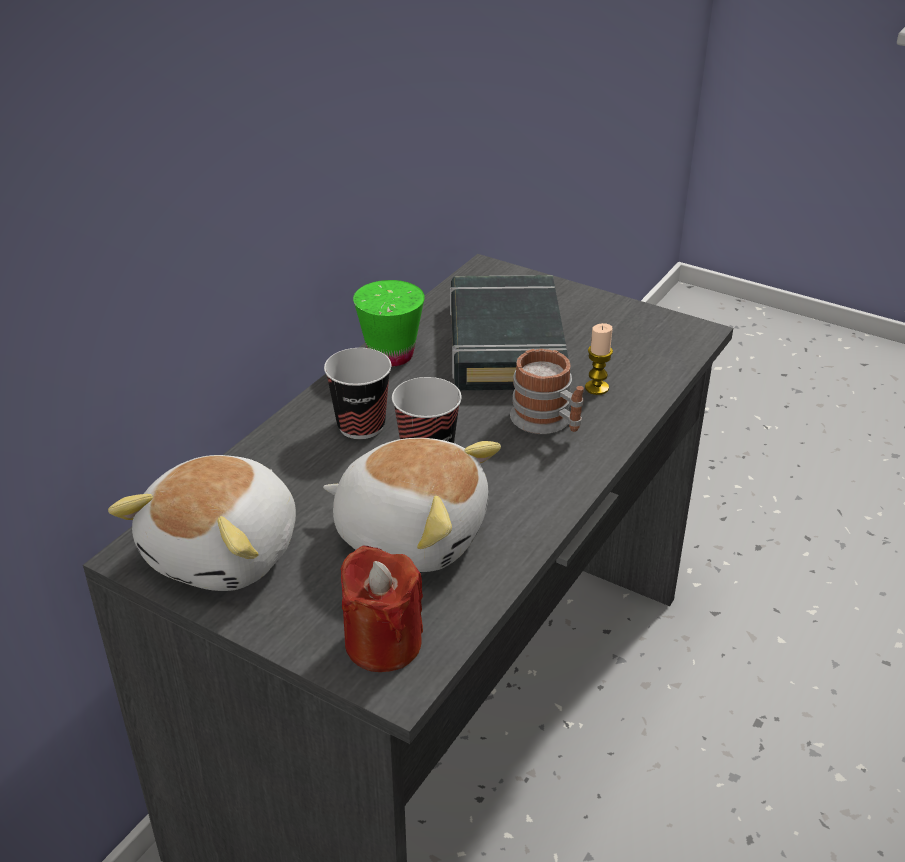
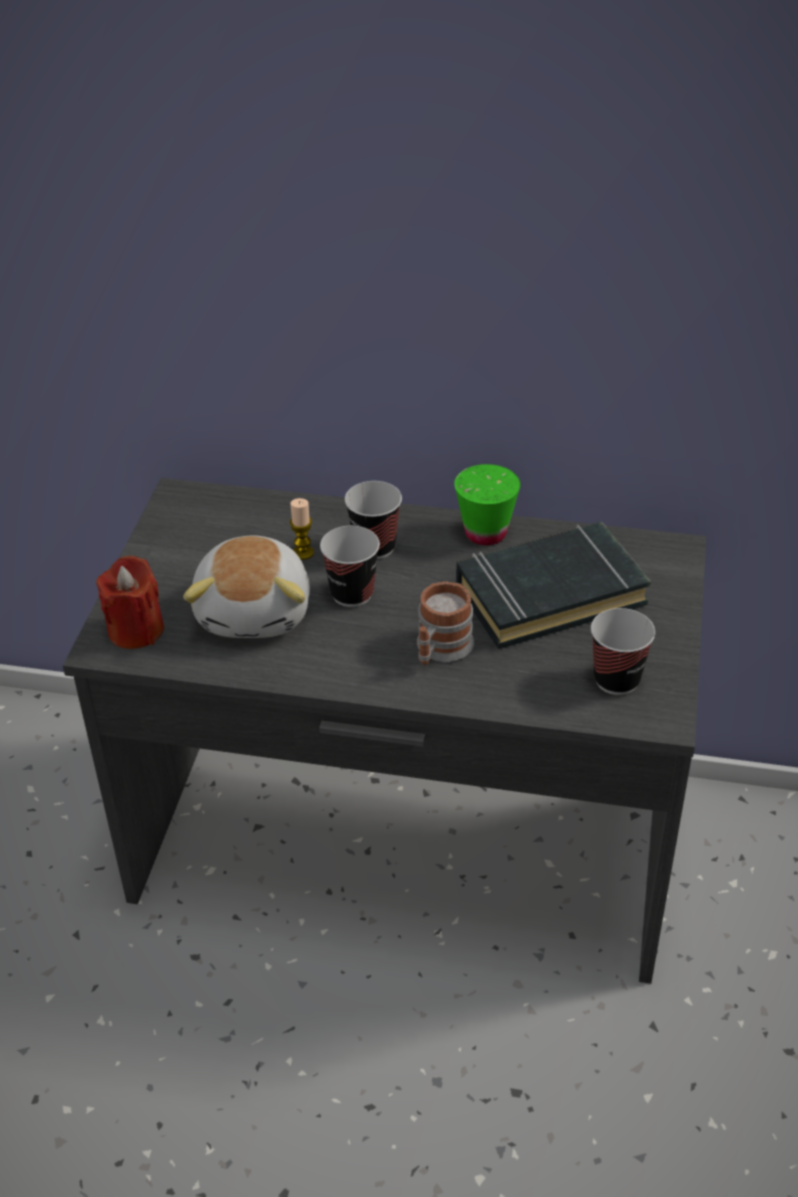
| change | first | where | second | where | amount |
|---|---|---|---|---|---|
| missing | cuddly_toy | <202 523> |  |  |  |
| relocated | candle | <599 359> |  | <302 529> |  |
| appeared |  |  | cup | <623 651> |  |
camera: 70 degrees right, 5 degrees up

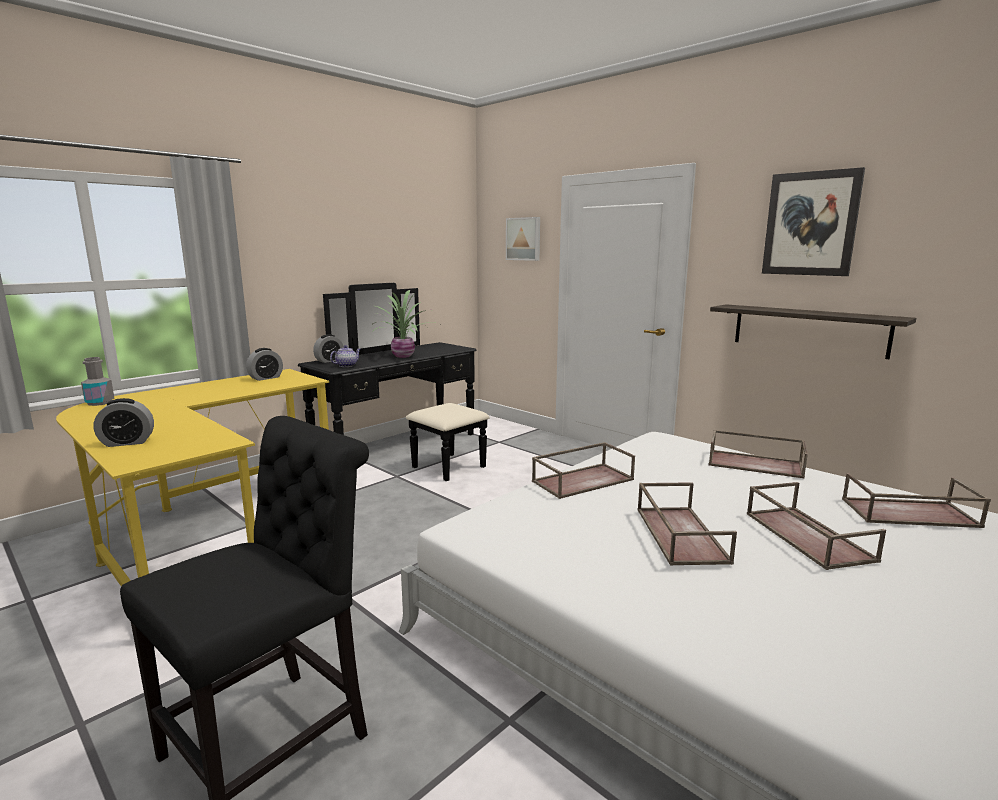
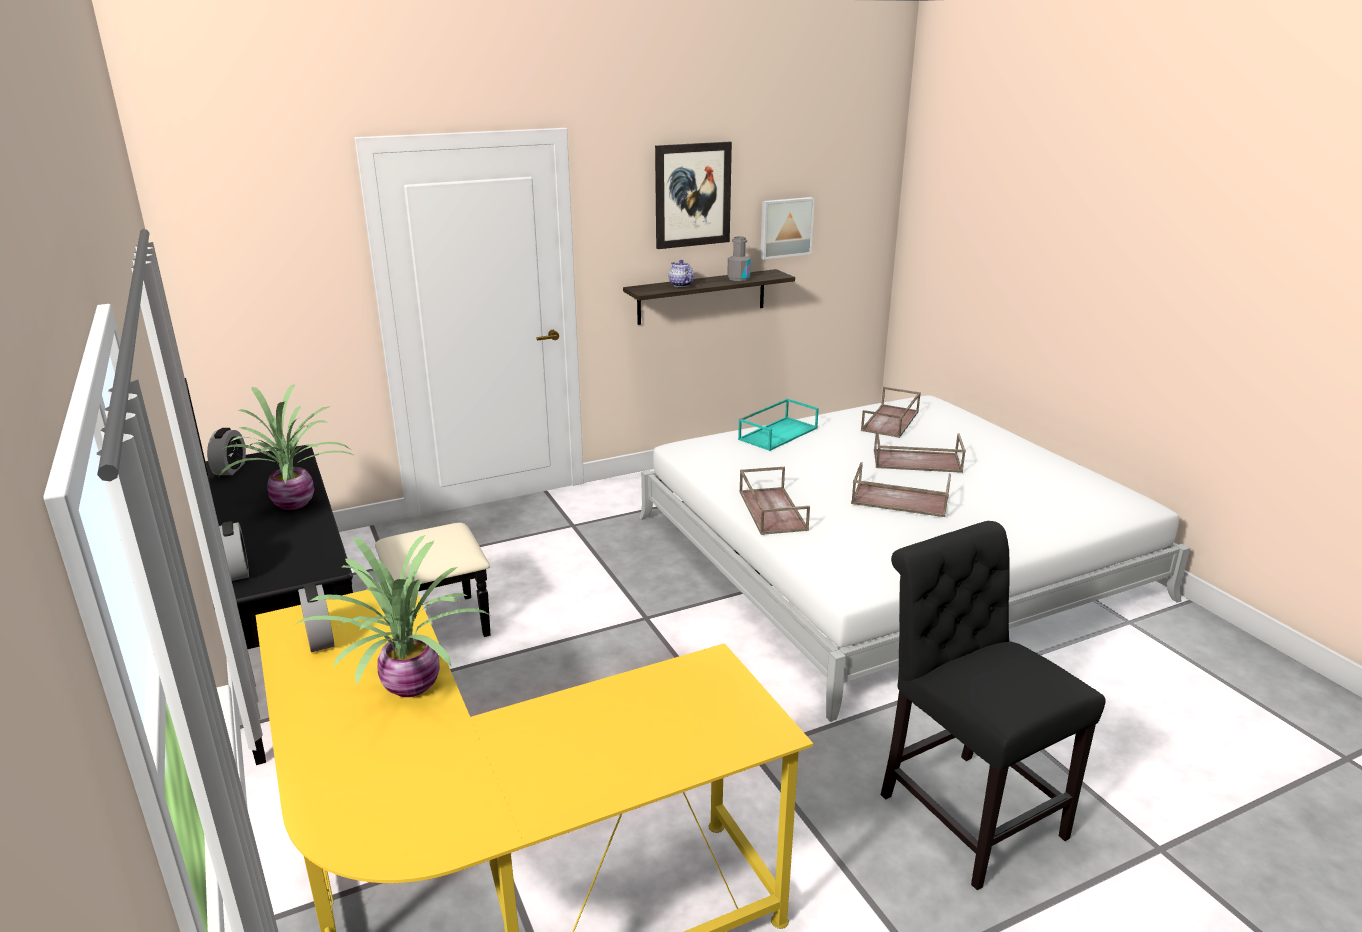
| change | first | where | second | where | amount |
|---|---|---|---|---|---|
| relocated | gray_drink_bottle | <97 381> |  | <739 258> |  |
| relocated | table_clock | <123 422> |  | <226 451> |  |
| relocated | tea_pot | <345 356> |  | <681 273> |  |
| relocated | picture | <523 239> |  | <787 228> |  |
| colour | brown_tray | <758 454> | turquoise-coloured_tray | <778 424> |  |
| appeared |  |  | plant_in_a_pot | <392 616> |  |
camera: 70 degrees left, 10 degrees up

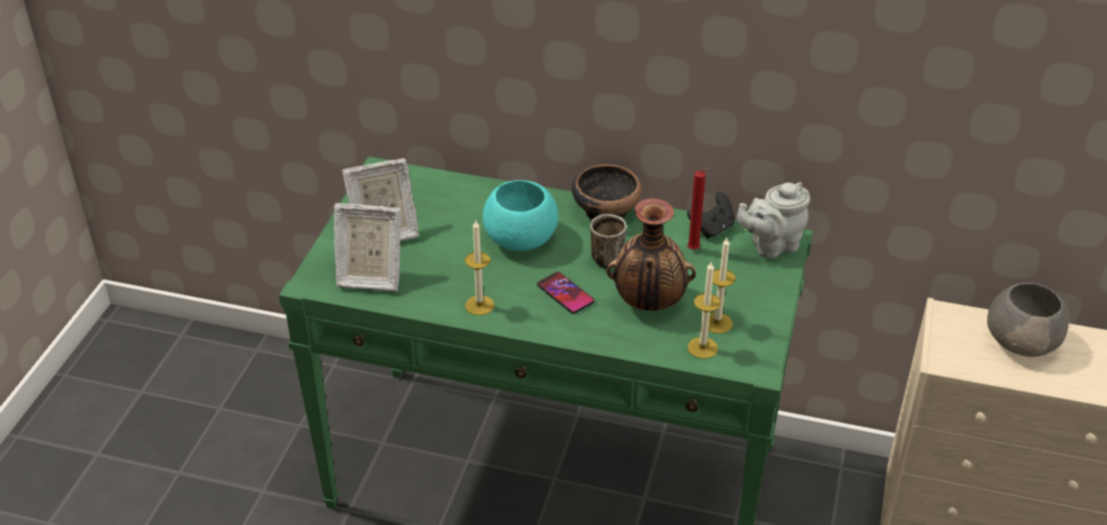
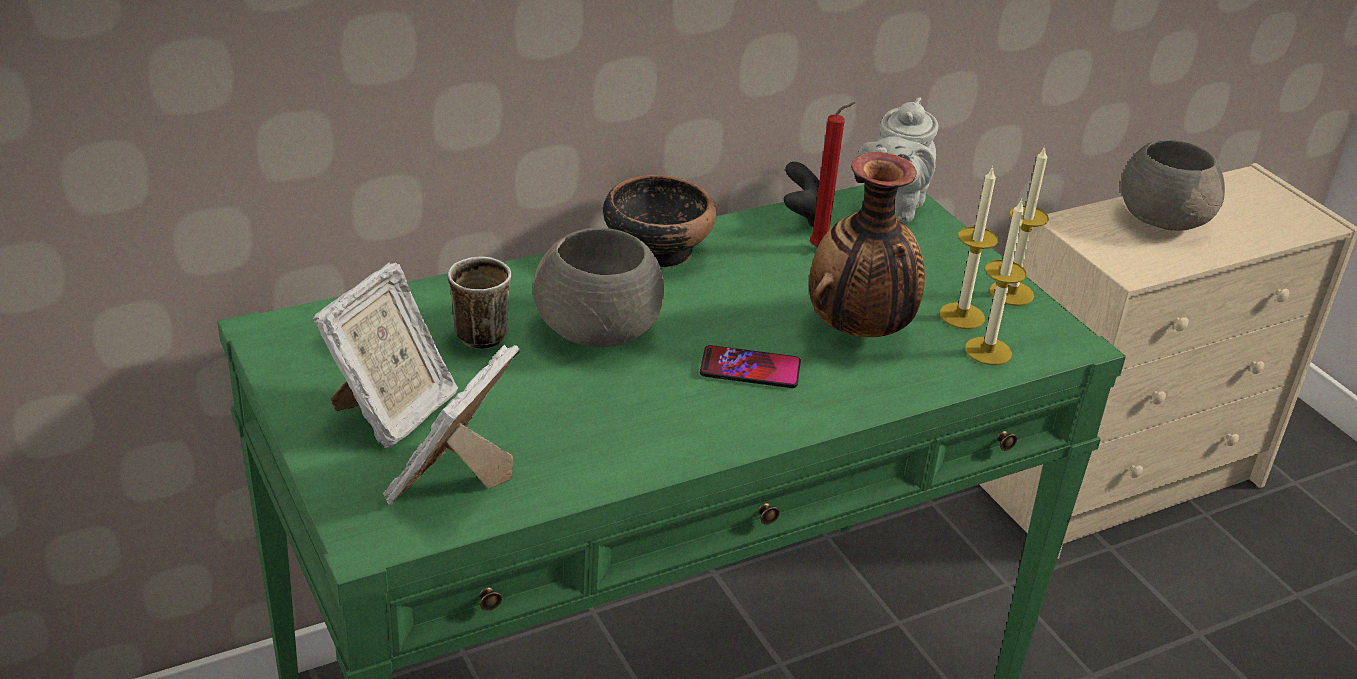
| change | first | where | second | where | amount |
|---|---|---|---|---|---|
| spun | standing_frame | <368 247> |  | <451 424> | 150 degrees clockwise |
| relocated | candle | <479 267> |  | <1019 226> |  |
| colour | turquoise-coloured_serving_bowl | <521 215> | gray_serving_bowl | <598 287> |  |
| relocated | mug | <608 241> |  | <480 303> |  |
camera: 45 degrees left, 5 degrees down

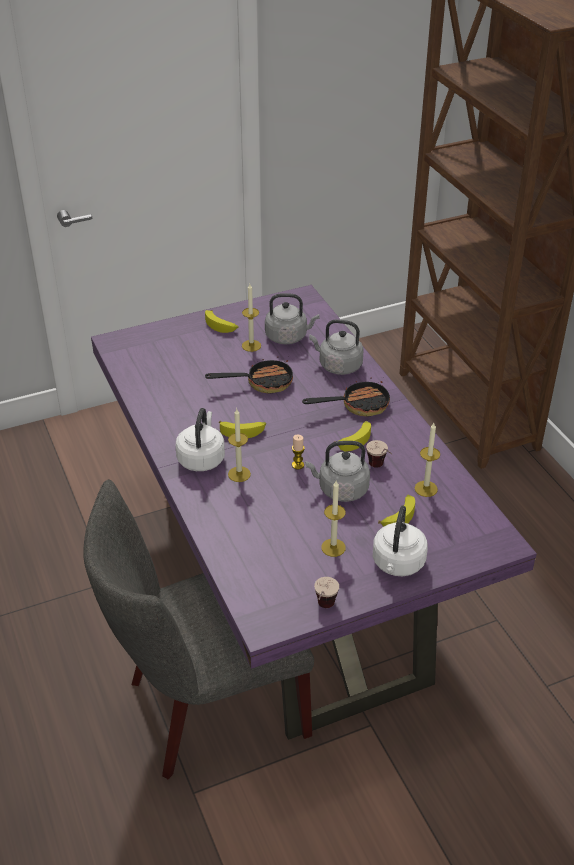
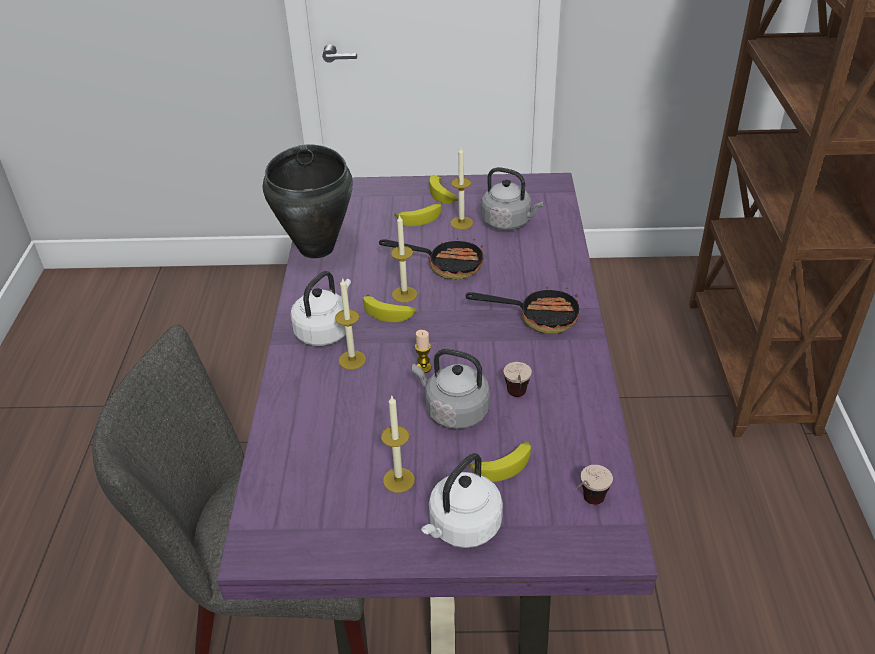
| change | first | where | second | where | amount |
|---|---|---|---|---|---|
| missing | gray_kettle | <336 347> |  |  |  |
| relocated | cup | <326 592> |  | <594 485> |  |
| relocated | banana | <353 436> |  | <417 214> |  |
| relocated | candle | <427 460> |  | <404 258> |  |
| appeared |  |  | black_cooking_pot | <308 201> |  |
camera: 25 degrees right, 0 degrees up

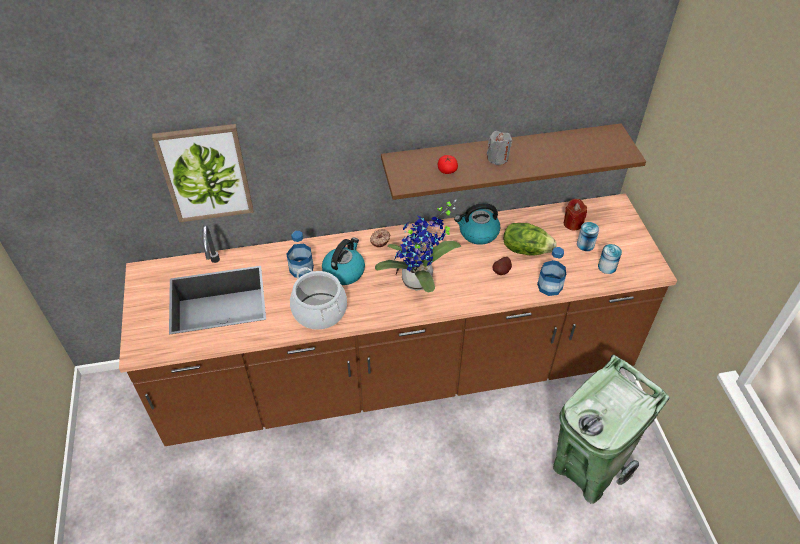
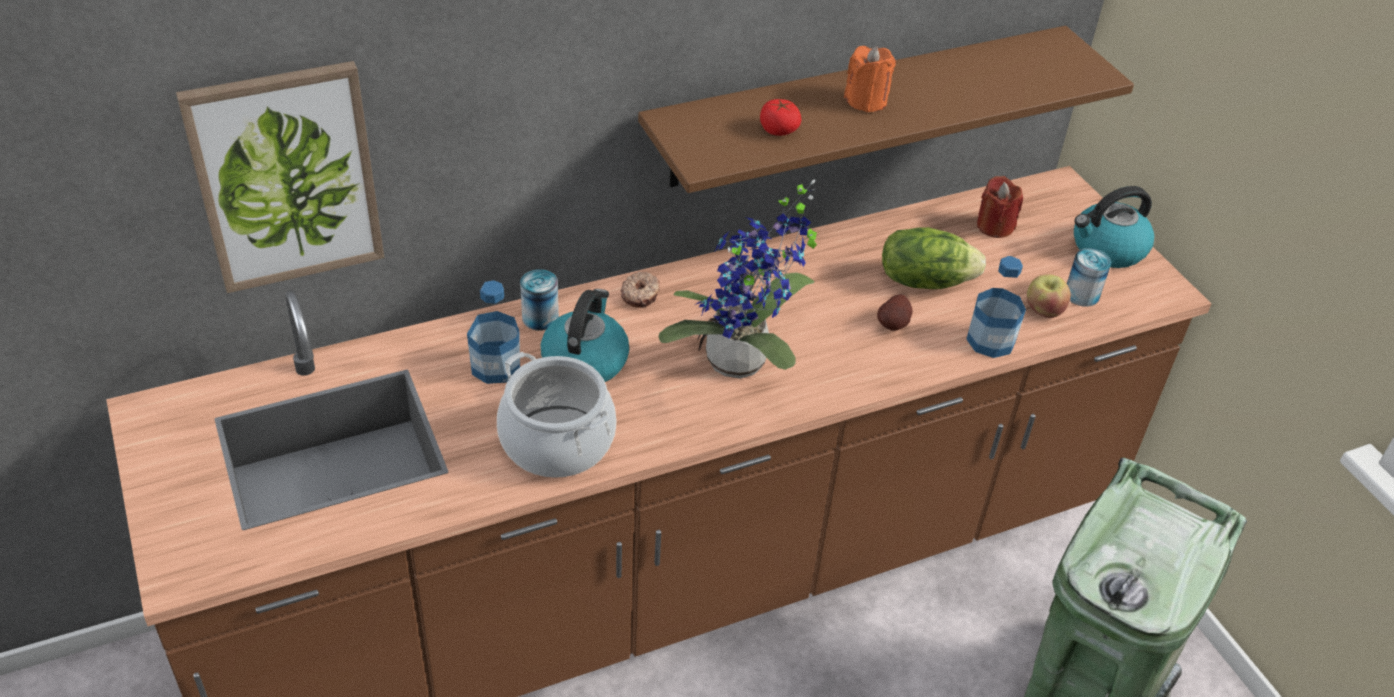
| change | first | where | second | where | amount |
|---|---|---|---|---|---|
| relocated | kettle | <477 224> |  | <1114 227> |  |
| colour | gray_candle | <499 148> | orange-coloured_candle | <870 79> |  |
| relocated | metal_can | <588 236> |  | <539 300> |  |
| appeared |  |  | apple_fruit | <1049 296> |  |
camera: 15 degrees left, 5 degrees down

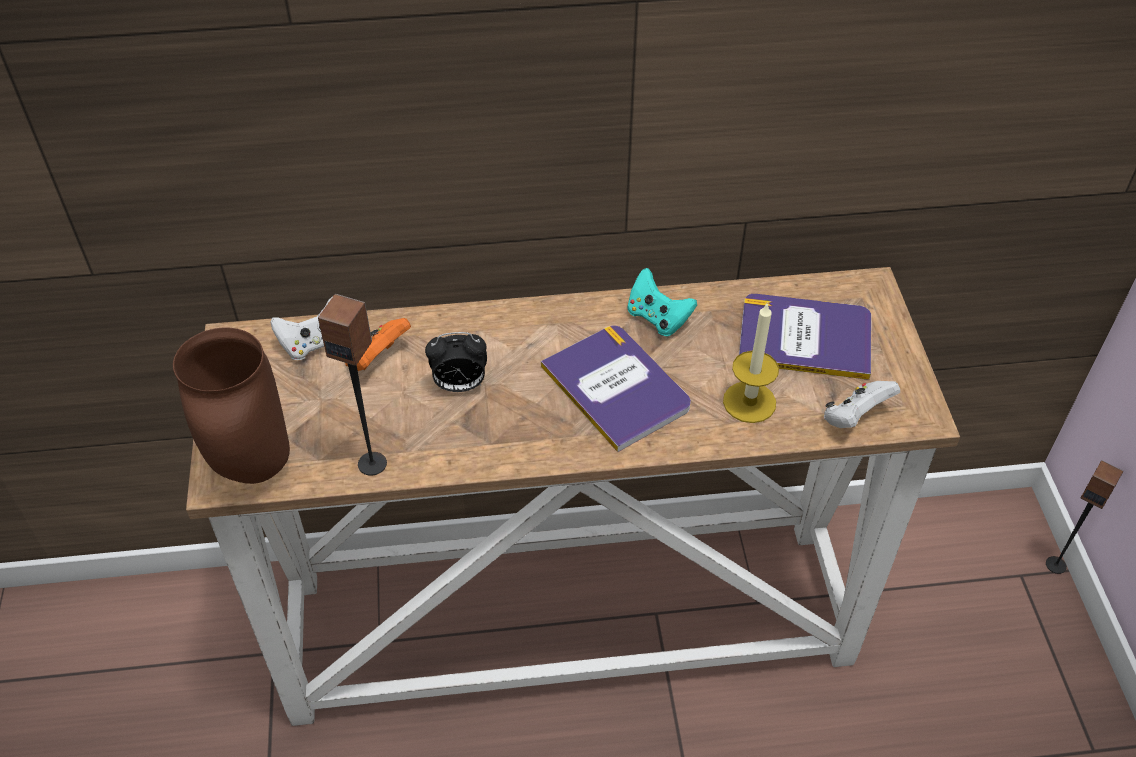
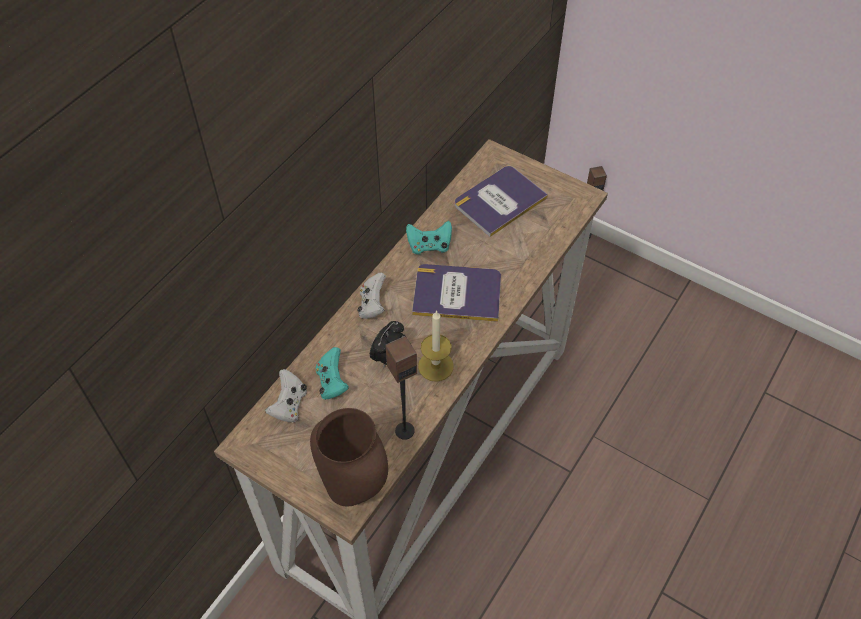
| change | first | where | second | where | amount |
|---|---|---|---|---|---|
| colour | orange-coloured_game_controller | <378 344> | turquoise-coloured_game_controller | <332 373> |  |
| relocated | candle | <751 362> |  | <436 346> |  |
| relocated | white_game_controller | <862 404> |  | <372 295> |  |
camera: 50 degrees left, 5 degrees up

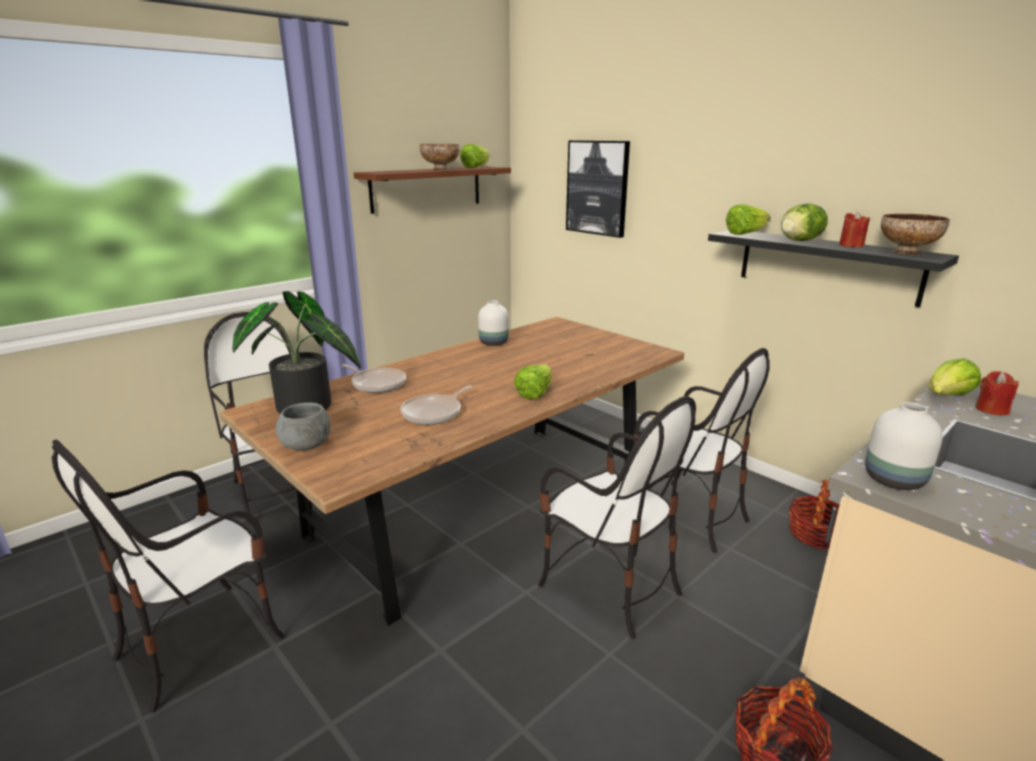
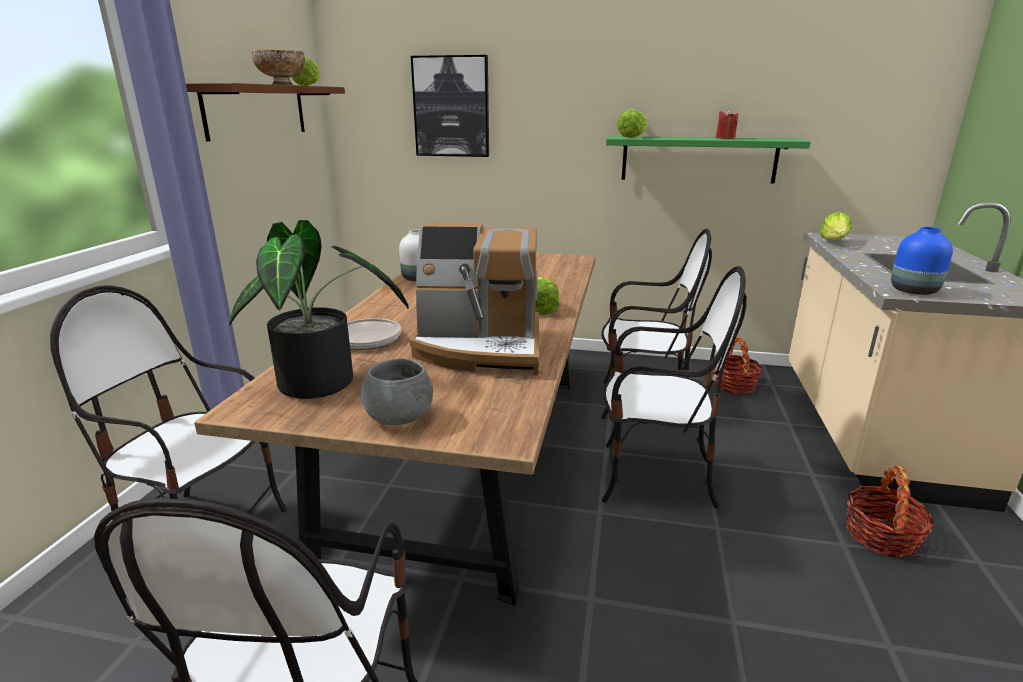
| change | first | where | second | where | amount |
|---|---|---|---|---|---|
| exchanged | skillet | <436 405> | coffee_brewer | <474 299> |  |
| colour | black_shelf | <833 268> | green_shelf | <708 160> |  |
| missing | lettuce_head | <804 222> |  |  |  |
| colour | white_vase | <904 446> | bluish_vase | <922 261> |  |
| missing | serving_bowl | <915 234> |  |  |  |
| missing | red-coloured_candle | <997 393> |  |  |  |
camera: 35 degrees left, 0 degrees up

